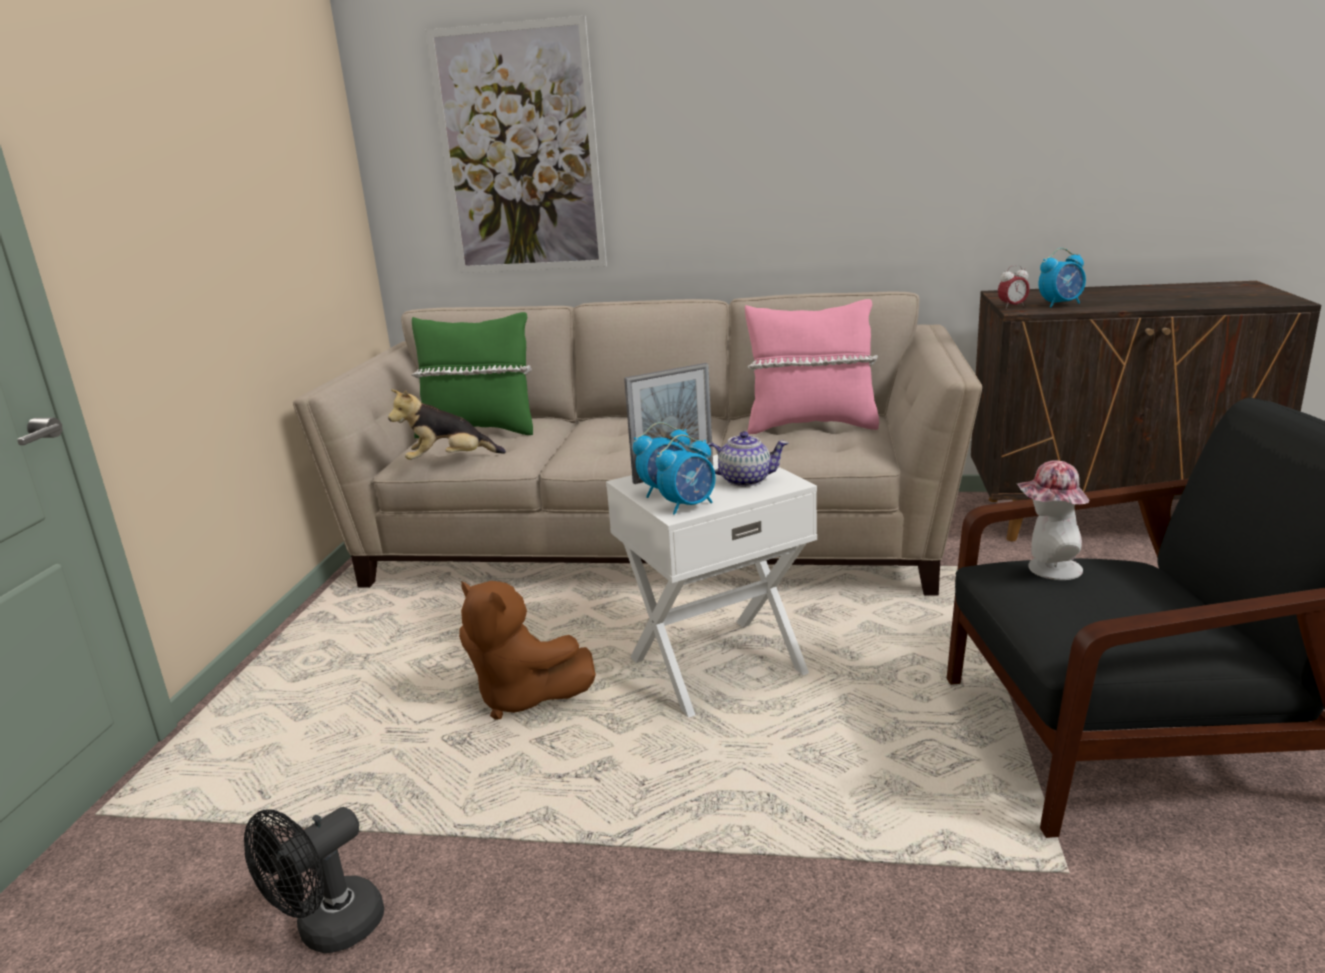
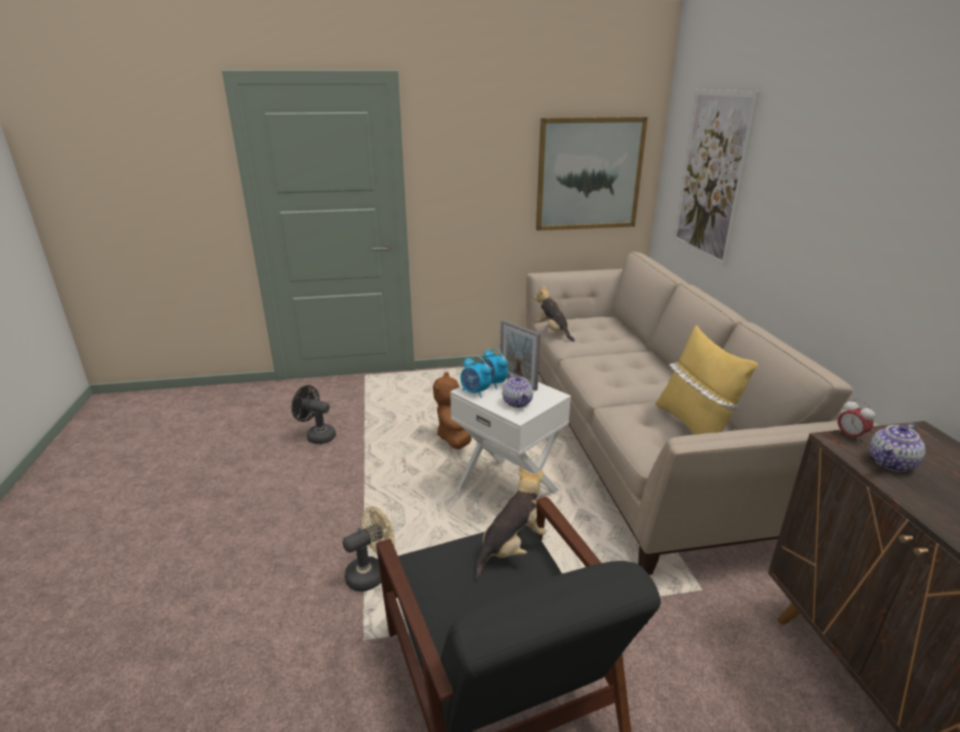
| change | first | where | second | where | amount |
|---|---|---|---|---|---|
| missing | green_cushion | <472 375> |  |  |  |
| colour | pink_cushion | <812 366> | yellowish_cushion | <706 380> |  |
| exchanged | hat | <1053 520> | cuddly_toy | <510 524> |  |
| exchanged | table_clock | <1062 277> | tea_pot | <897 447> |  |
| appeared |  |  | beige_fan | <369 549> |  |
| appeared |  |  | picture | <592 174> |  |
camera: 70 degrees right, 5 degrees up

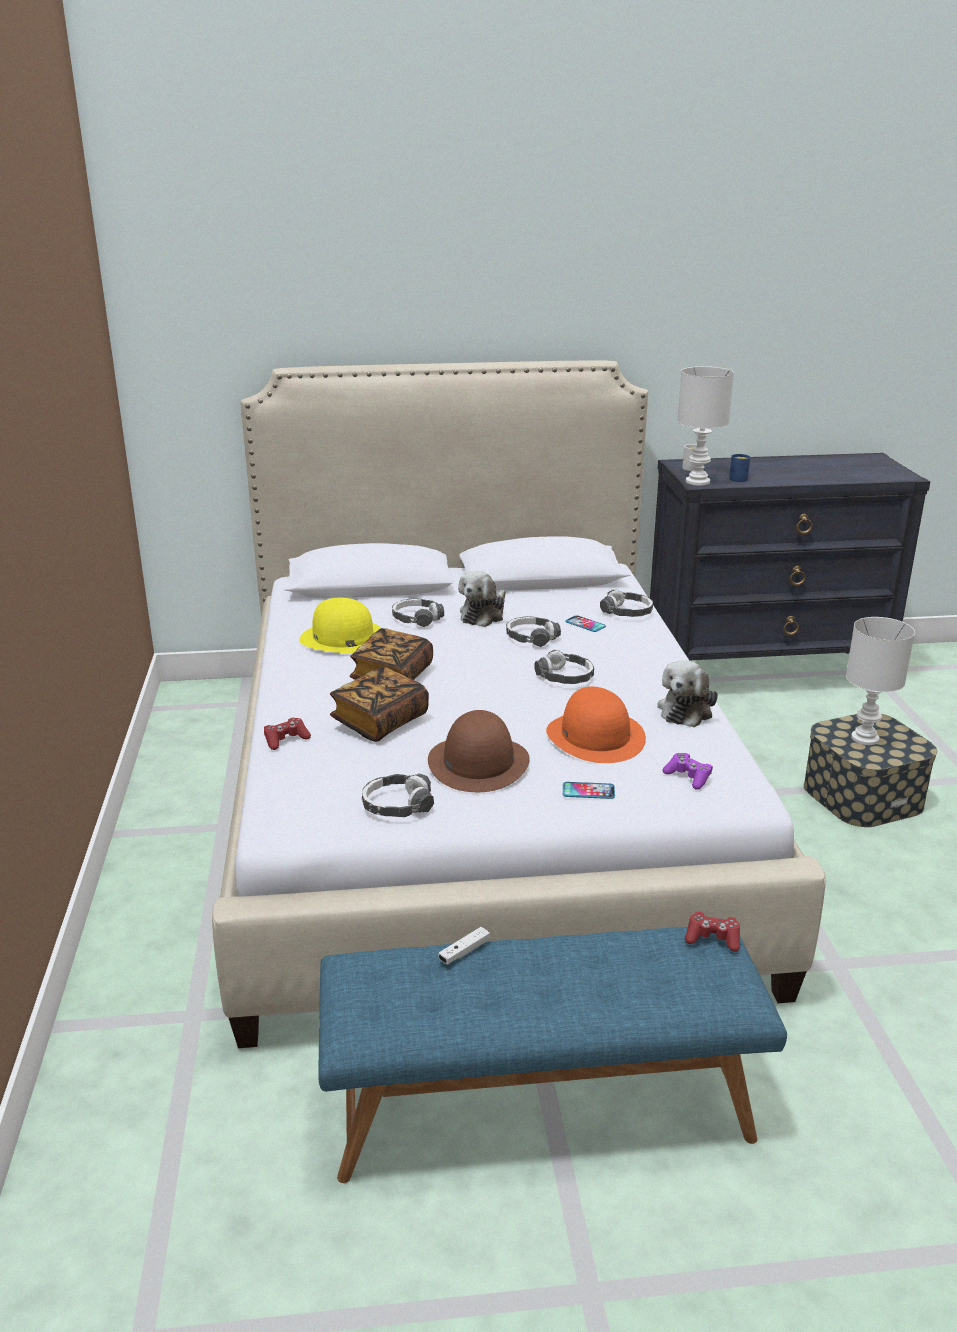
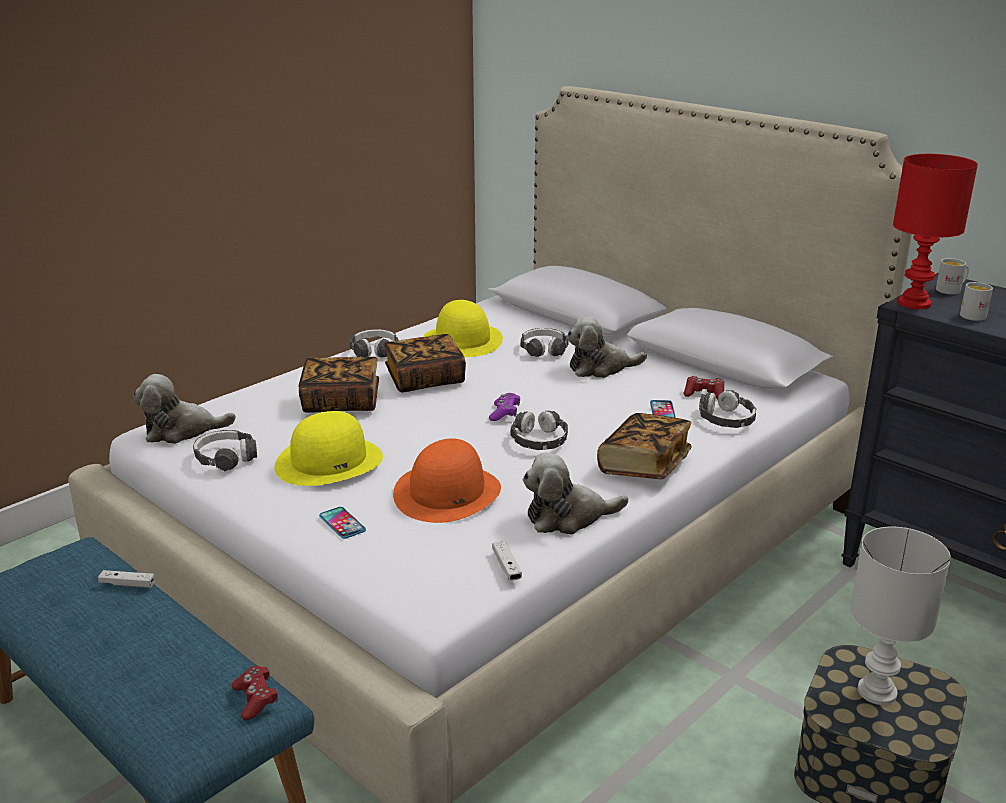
| change | first | where | second | where | amount |
|---|---|---|---|---|---|
| relocated | red-coloured_game_controller | <287 733> |  | <703 387> |  |
| colour | brown_hat | <479 751> | yellowish_hat | <328 448> |  |
| relocated | headphones | <533 632> |  | <374 343> |  |
| relocated | purple-coloured_game_controller | <688 771> |  | <504 407> |  |
| colour | white_tabletop_lamp | <705 426> | red-coloured_tabletop_lamp | <935 231> |  |
| colour | bluish_mug | <739 468> | white_mug | <976 301> |  |
| appeared |  |  | cuddly_toy | <184 409> |  |
| appeared |  |  | white_game_controller | <507 561> |  |
| appeared |  |  | book | <644 446> |  |
camera: 50 degrees right, 0 degrees up

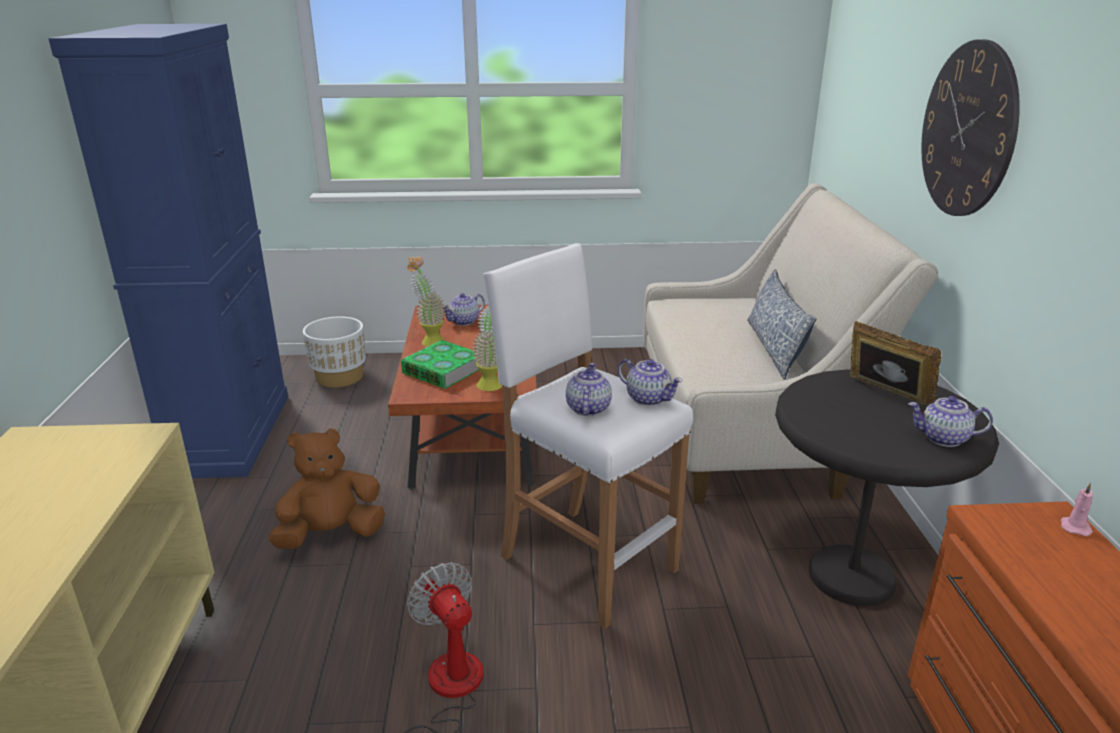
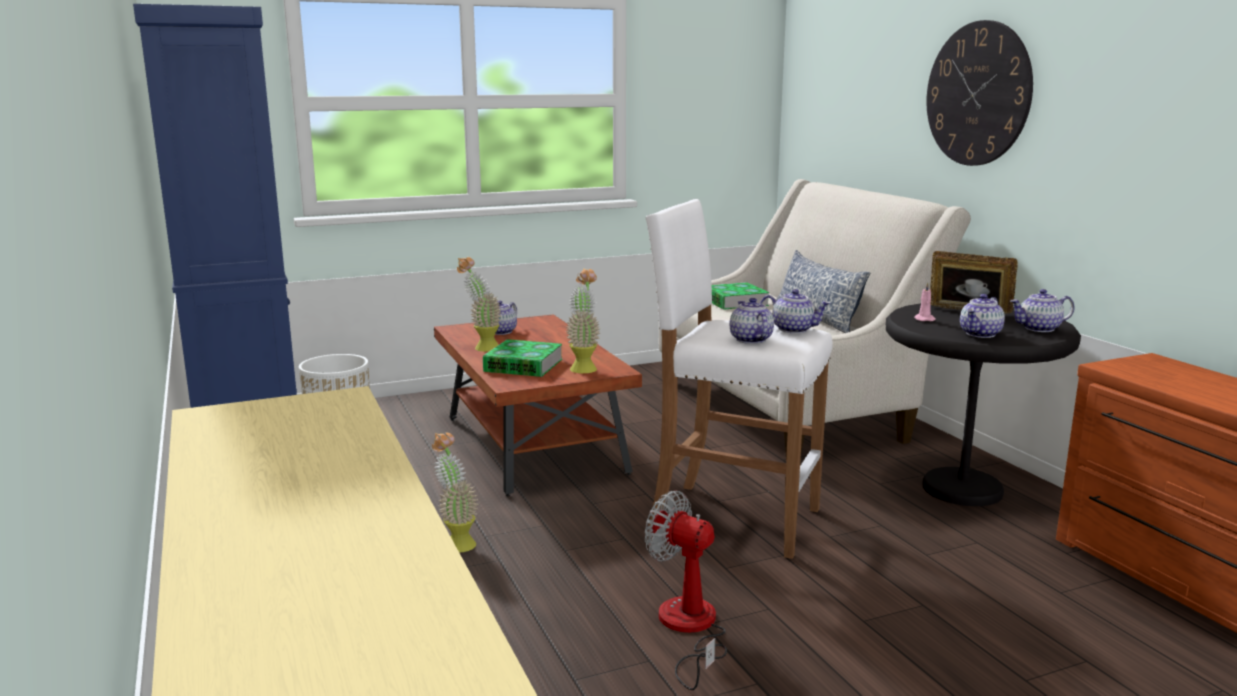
| change | first | where | second | where | amount |
|---|---|---|---|---|---|
| exchanged | brown_cuddly_toy | <327 488> | plant_in_a_pot | <455 492> |  |
| relocated | pink_candle | <1077 509> |  | <925 301> |  |
| appeared |  |  | book | <741 296> |  |
| appeared |  |  | tea_pot | <982 316> |  |
camera: 20 degrees left, 10 degrees down

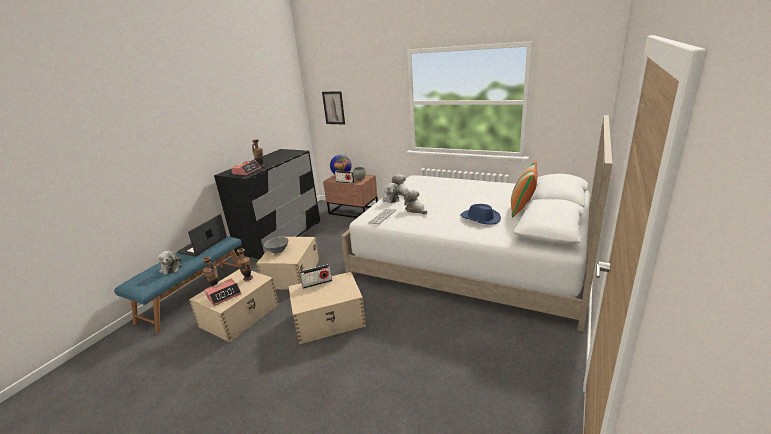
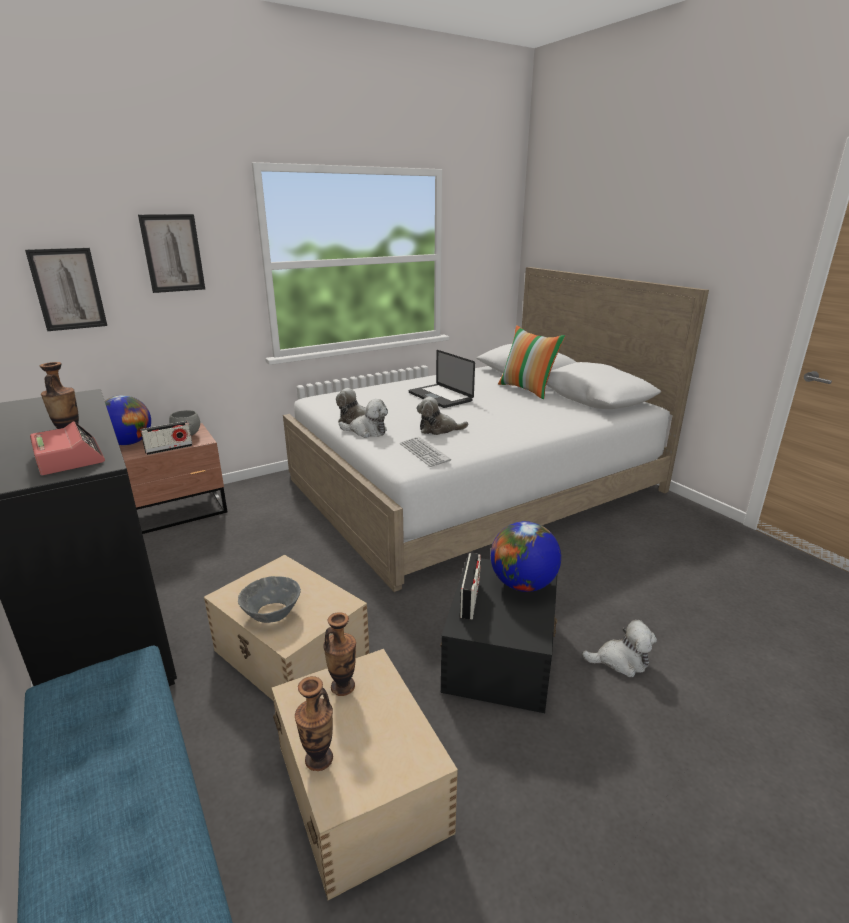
| change | first | where | second | where | amount |
|---|---|---|---|---|---|
| relocated | cuddly_toy | <169 263> |  | <619 648> |  |
| relocated | portable_computer | <201 235> |  | <442 379> |  |
| missing | table_clock | <223 292> |  |  |  |
| colour | beige_storage_container | <327 308> | black_storage_container | <499 634> |  |
| missing | bluish_hat | <481 214> |  |  |  |
| appeared |  |  | picture | <171 253> |  |
| appeared |  |  | globe | <526 556> |  |
camera: 60 degrees left, 0 degrees up

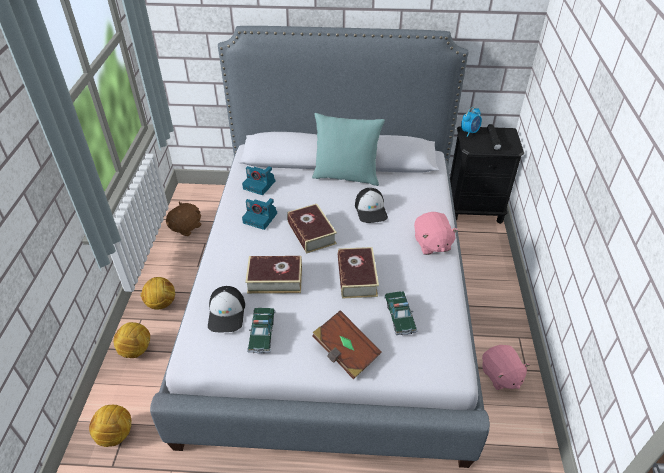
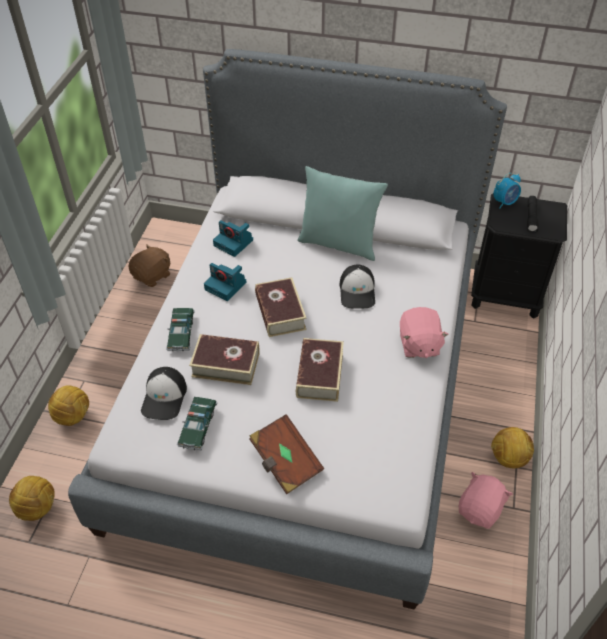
| change | first | where | second | where | amount |
|---|---|---|---|---|---|
| relocated | football_ball | <157 293> |  | <512 447> |  |
| relocated | model_car | <401 313> |  | <180 330> |  |
| spun | pink_cuddly_toy | <506 367> |  | <486 500> | 135 degrees counterclockwise |
camera: 10 degrees right, 5 degrees up

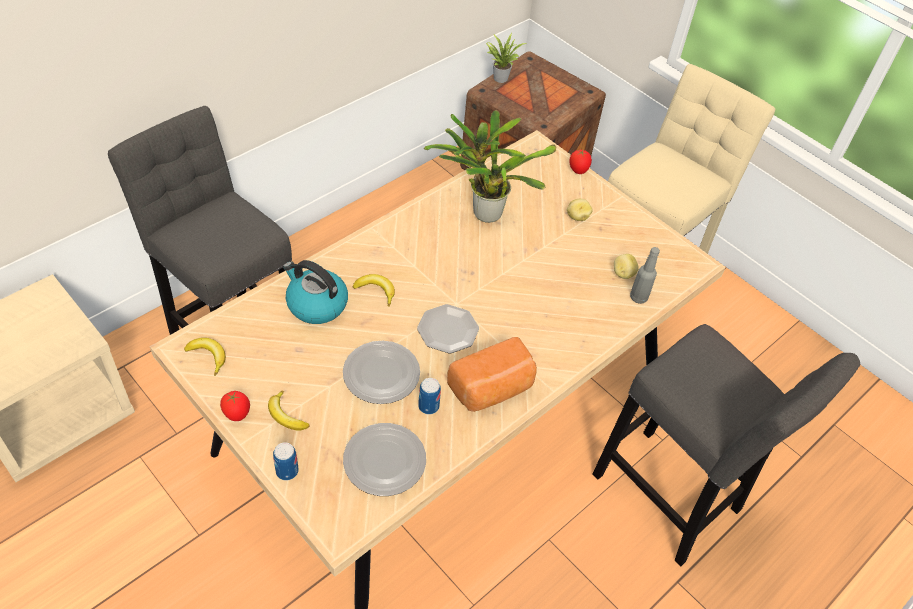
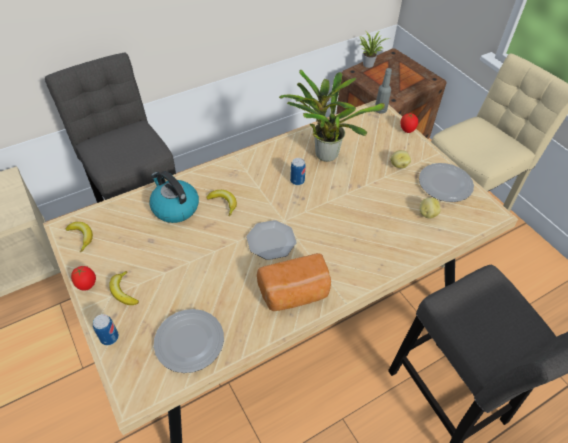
| change | first | where | second | where | amount |
|---|---|---|---|---|---|
| relocated | flat_dish | <381 372> |  | <446 182> |  |
| relocated | metal_can | <429 396> |  | <298 171> |  |
| relocated | gray_drink_bottle | <645 275> |  | <383 91> |  |
camera: 15 degrees right, 0 degrees up

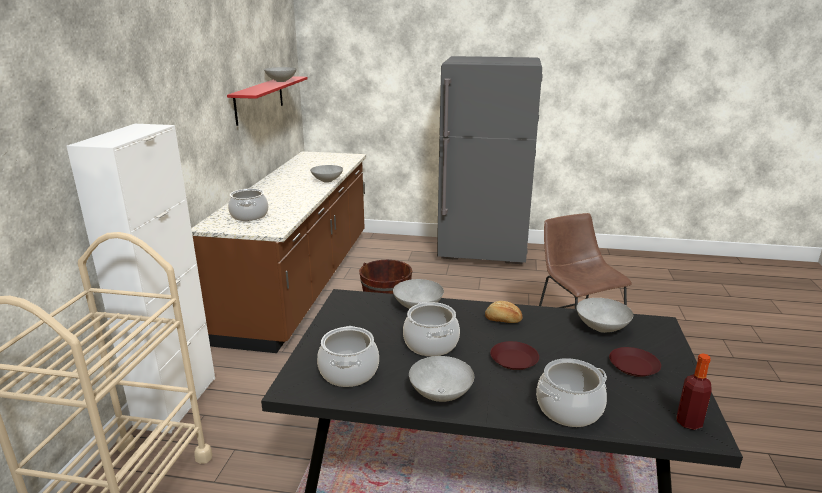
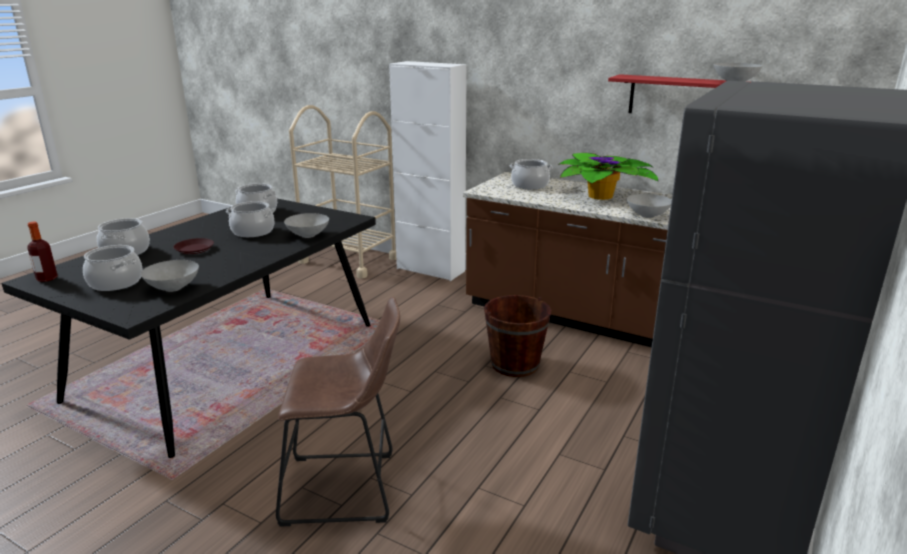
| change | first | where | second | where | amount |
|---|---|---|---|---|---|
| missing | gray_serving_bowl | <441 379> |  |  |  |
| missing | baked_bread | <504 312> |  |  |  |
| exchanged | brown_flat_dish | <635 362> | cooking_pot | <113 268> |  |
| appeared |  |  | plant_in_a_pot | <608 176> |  |
camera: 110 degrees right, 0 degrees up

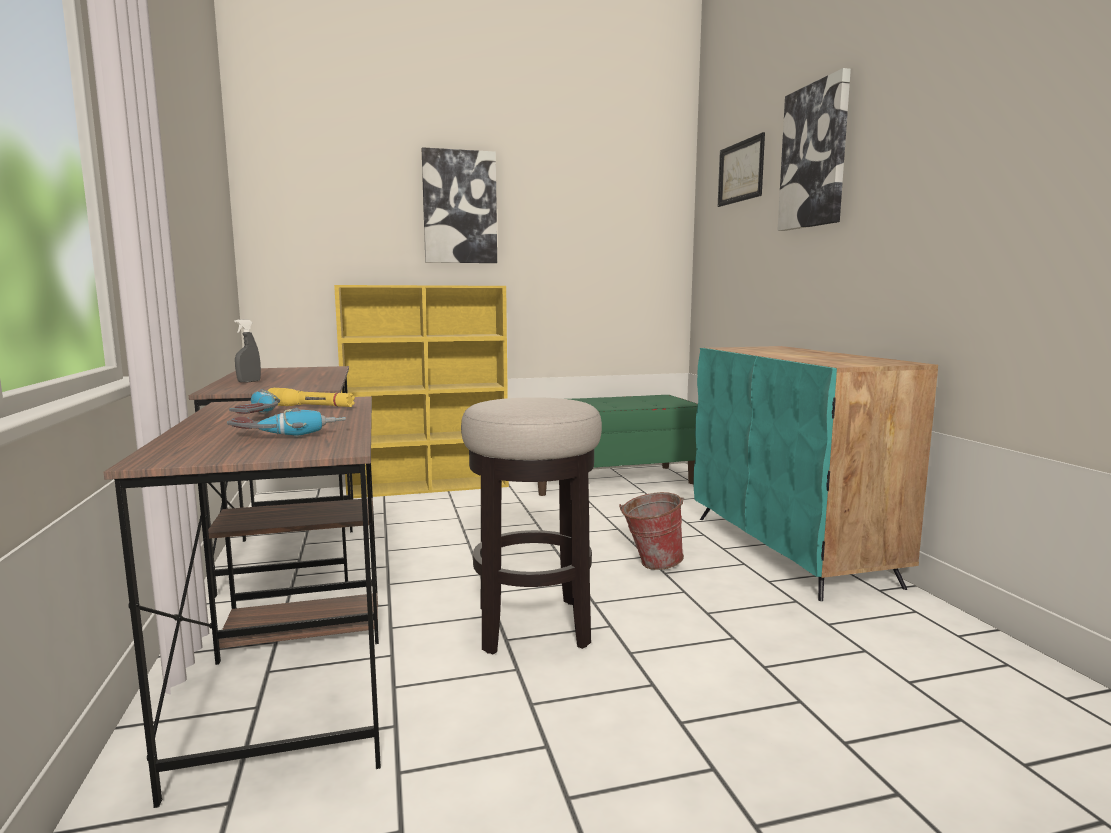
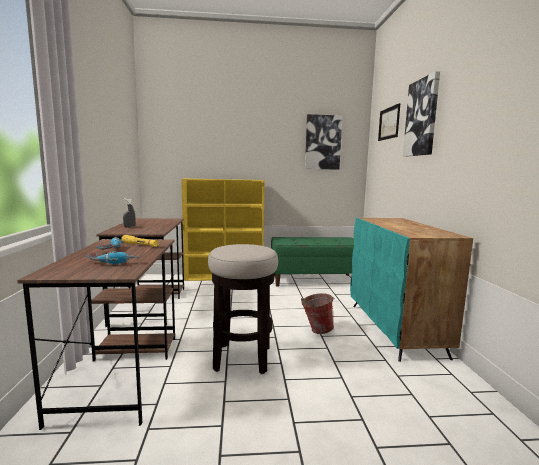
| change | first | where | second | where | amount |
|---|---|---|---|---|---|
| relocated | picture | <459 205> |  | <323 142> |  |
camera: 10 degrees right, 0 degrees up

